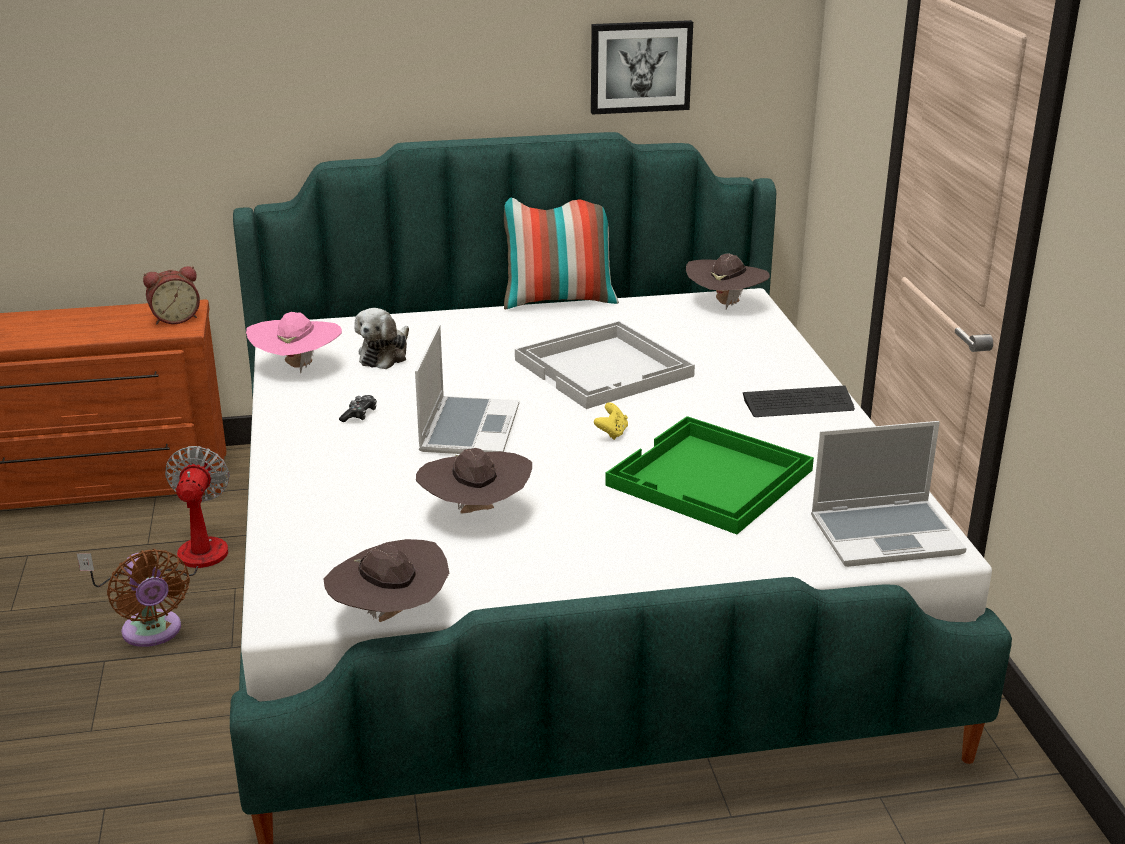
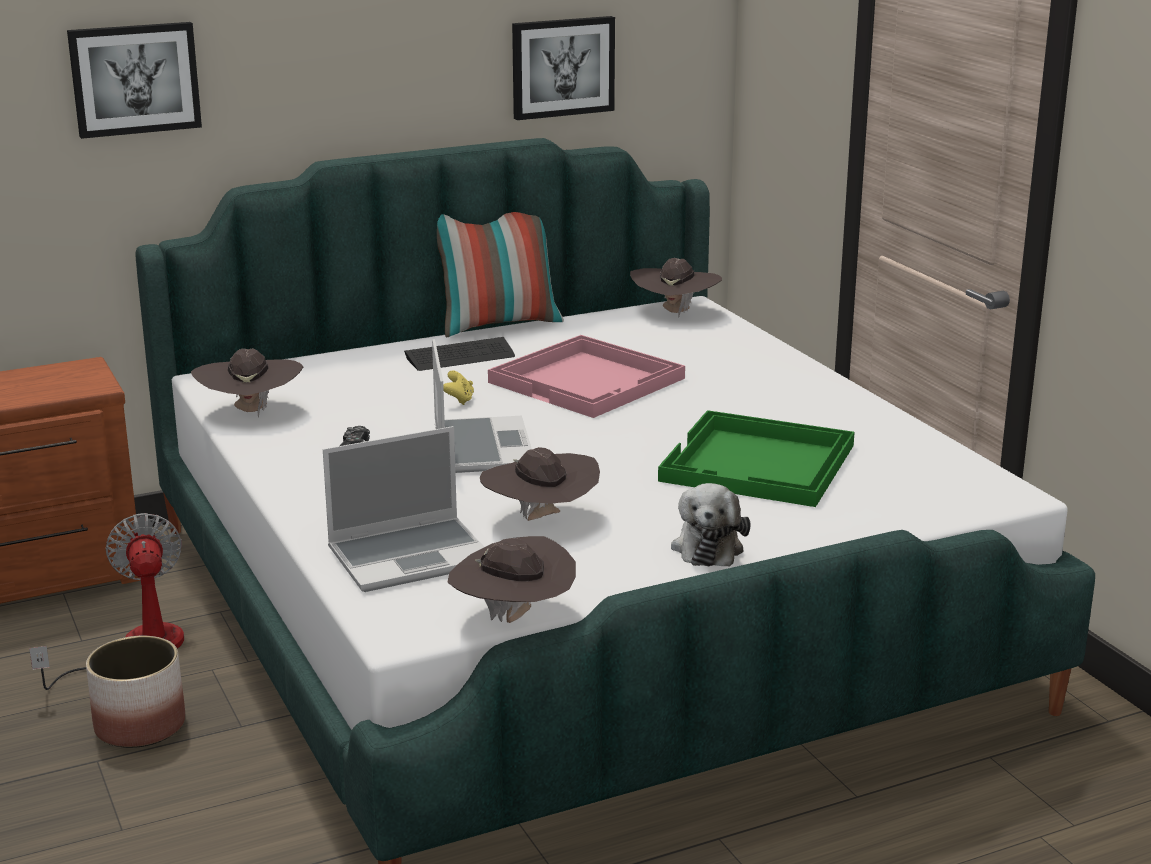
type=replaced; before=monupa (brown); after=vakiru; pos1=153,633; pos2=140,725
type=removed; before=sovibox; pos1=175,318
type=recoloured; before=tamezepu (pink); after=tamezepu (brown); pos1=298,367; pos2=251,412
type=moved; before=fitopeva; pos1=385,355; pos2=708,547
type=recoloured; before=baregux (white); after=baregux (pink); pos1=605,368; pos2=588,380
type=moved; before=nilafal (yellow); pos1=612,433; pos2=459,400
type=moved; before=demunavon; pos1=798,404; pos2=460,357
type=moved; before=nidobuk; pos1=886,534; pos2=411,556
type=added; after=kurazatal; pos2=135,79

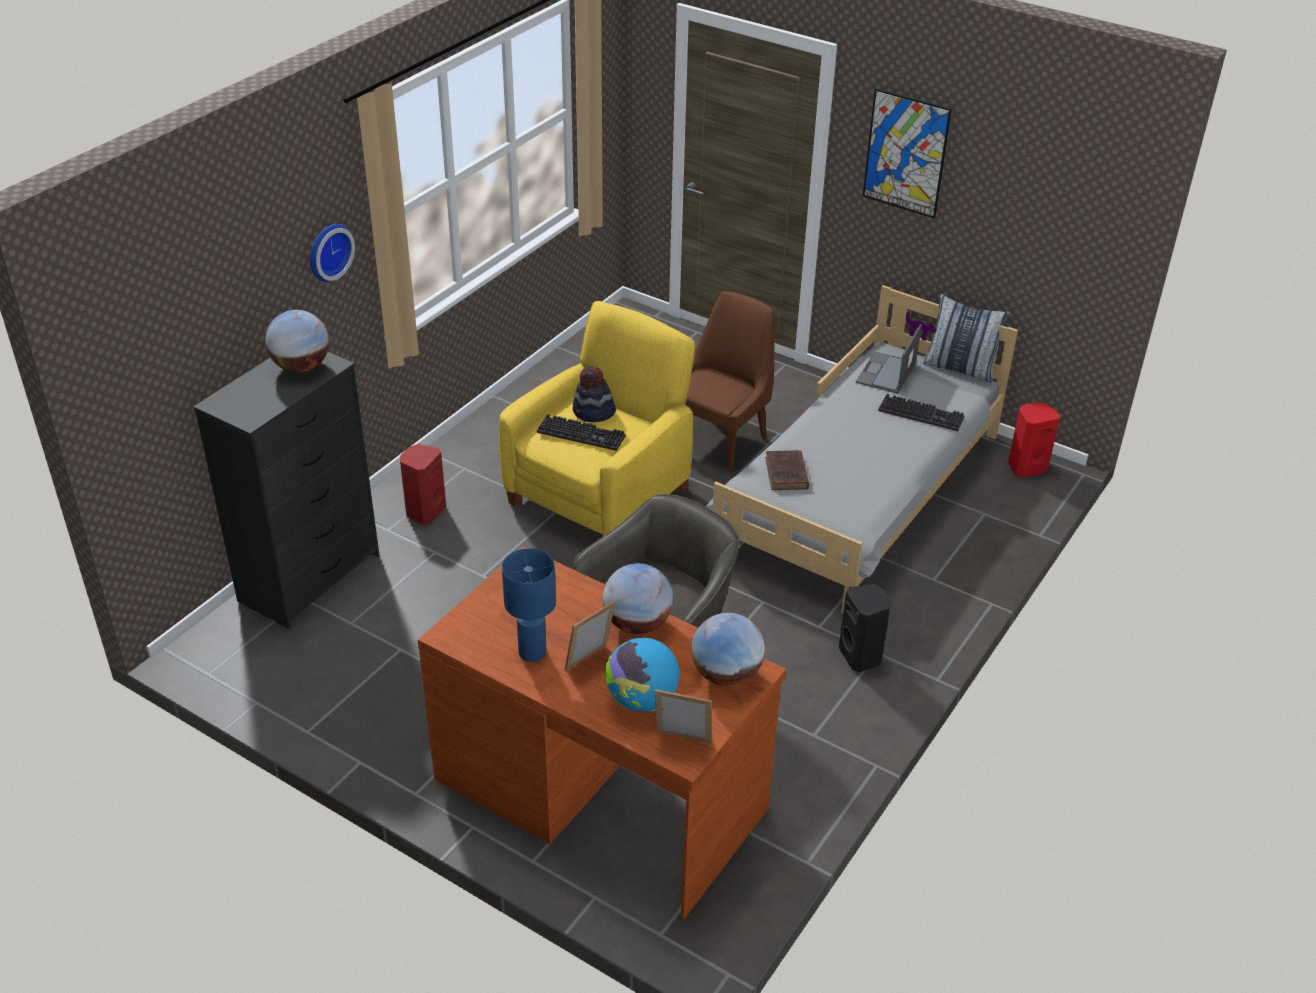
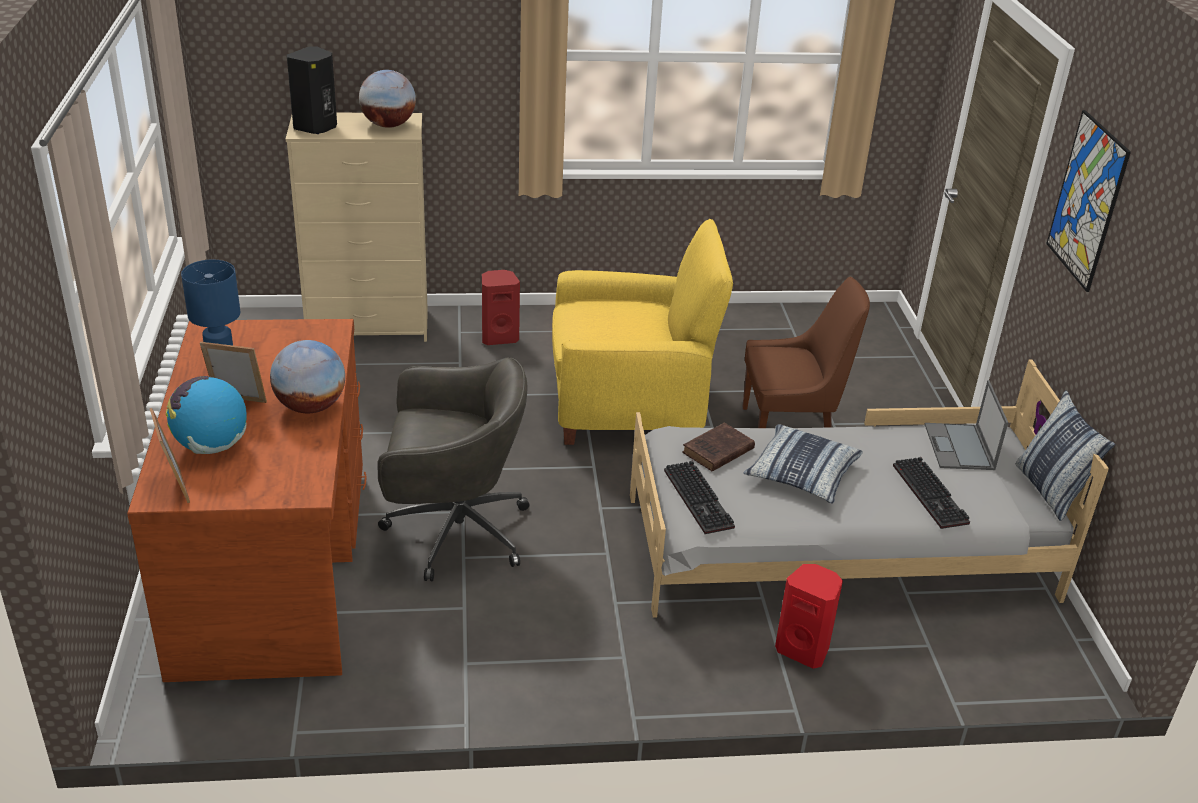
type=recoloured; before=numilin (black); after=numilin (beige); pos1=310,577; pos2=369,326
type=removed; before=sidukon; pos1=327,251
type=moved; before=demunavon; pos1=583,434; pos2=701,499
type=removed; before=tamezepu; pos1=593,412
type=removed; before=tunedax; pos1=726,674
type=moved; before=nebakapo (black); pos1=861,656; pos2=316,127
type=turned; before=nidobuk; pos1=886,373; pos2=959,447; turn=-75
type=moved; before=nebakapo (red); pos1=1026,467; pos2=803,649
type=added; after=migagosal; pos2=801,474

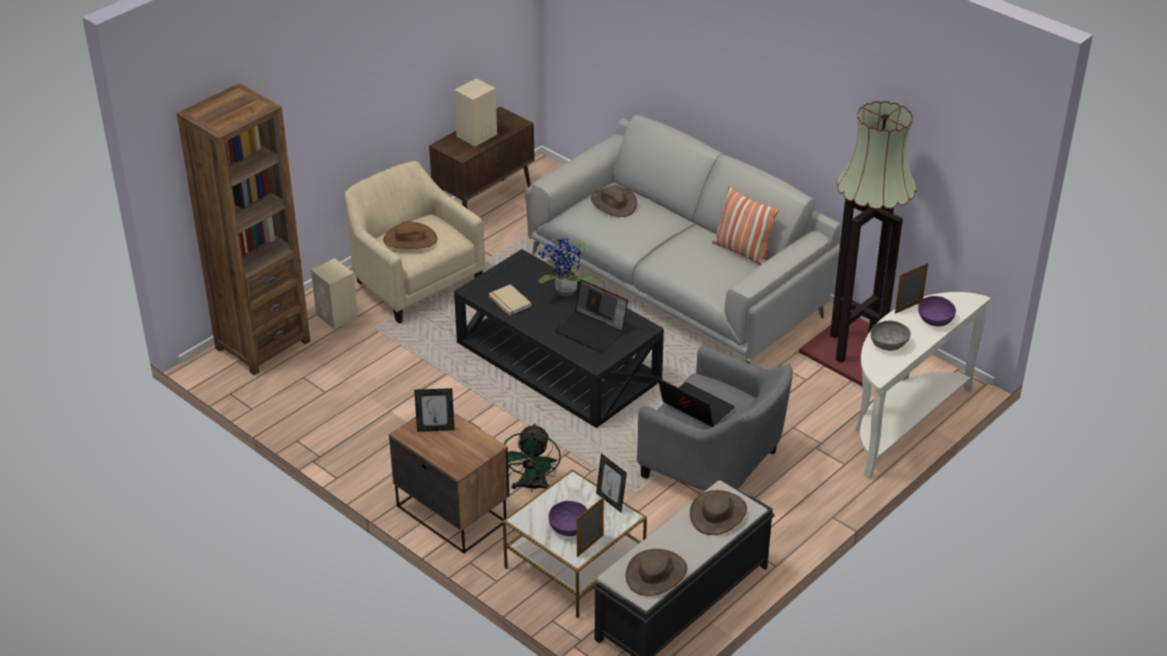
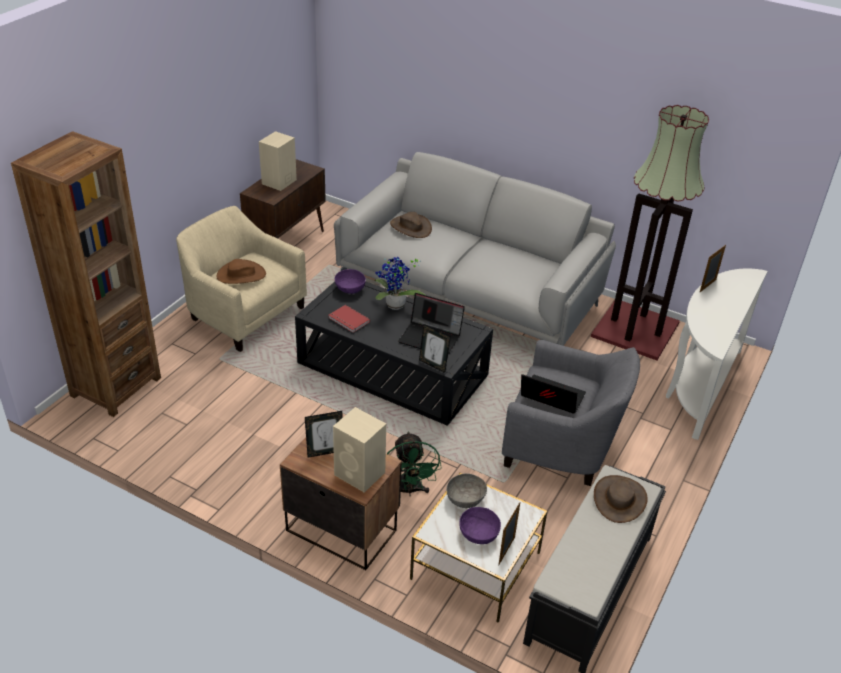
type=moved; before=nebakapo (beige); pos1=337,317; pos2=360,474
type=recoloured; before=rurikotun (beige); after=rurikotun (red); pos1=509,302; pos2=348,320
type=moved; before=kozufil; pos1=610,501; pos2=433,365
type=removed; before=tamezepu (brown); pos1=656,574
type=removed; before=migagosal; pos1=742,251
type=moved; before=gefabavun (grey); pos1=888,344; pos2=465,498
type=moved; before=gefabavun (purple); pos1=935,320; pos2=350,288

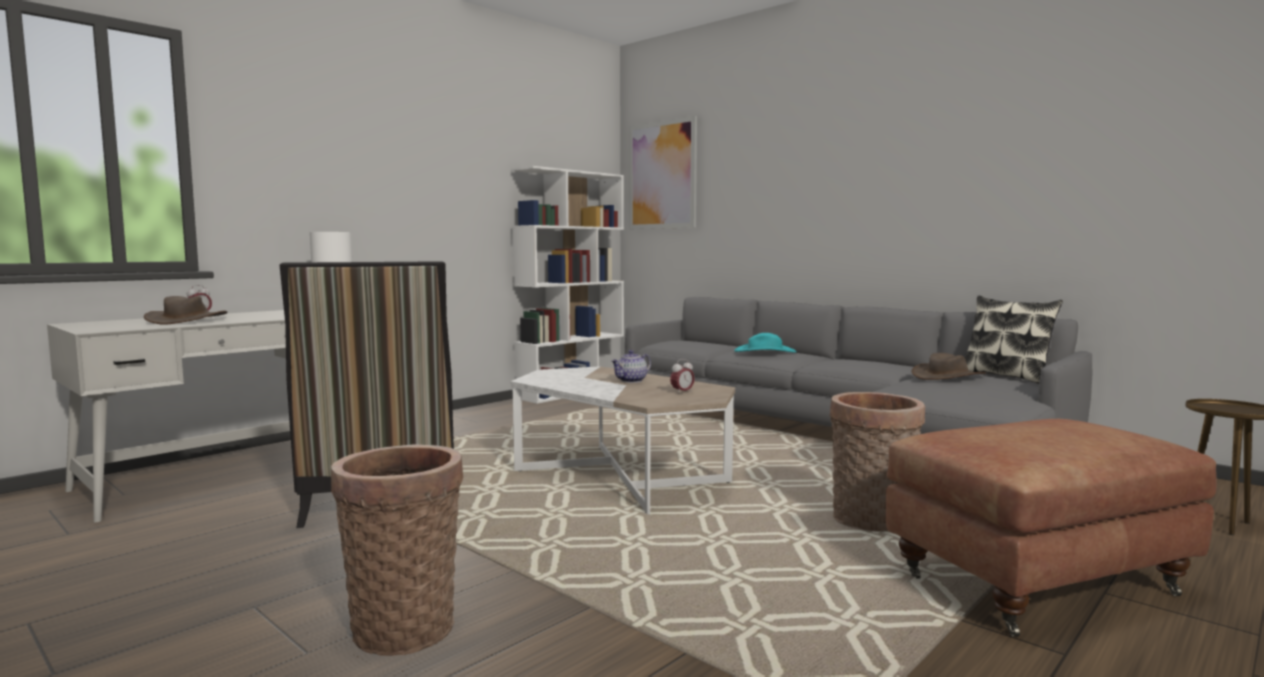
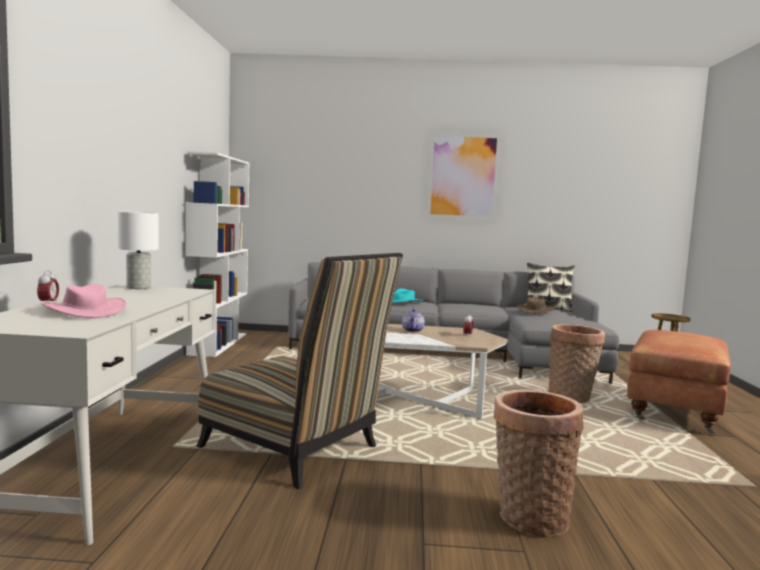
type=recoloured; before=tamezepu (brown); after=tamezepu (pink); pos1=187,320; pos2=84,311
type=moved; before=kurazatal; pos1=662,175; pos2=463,176

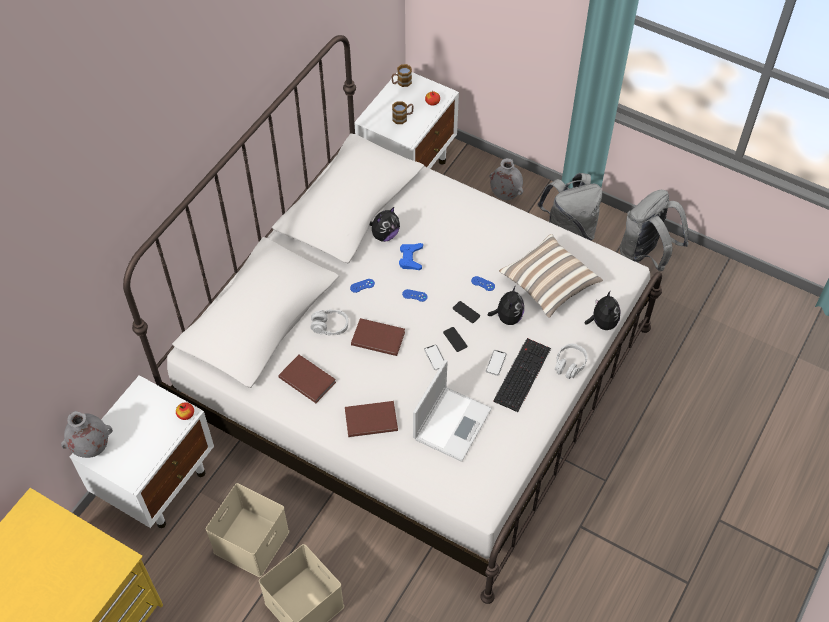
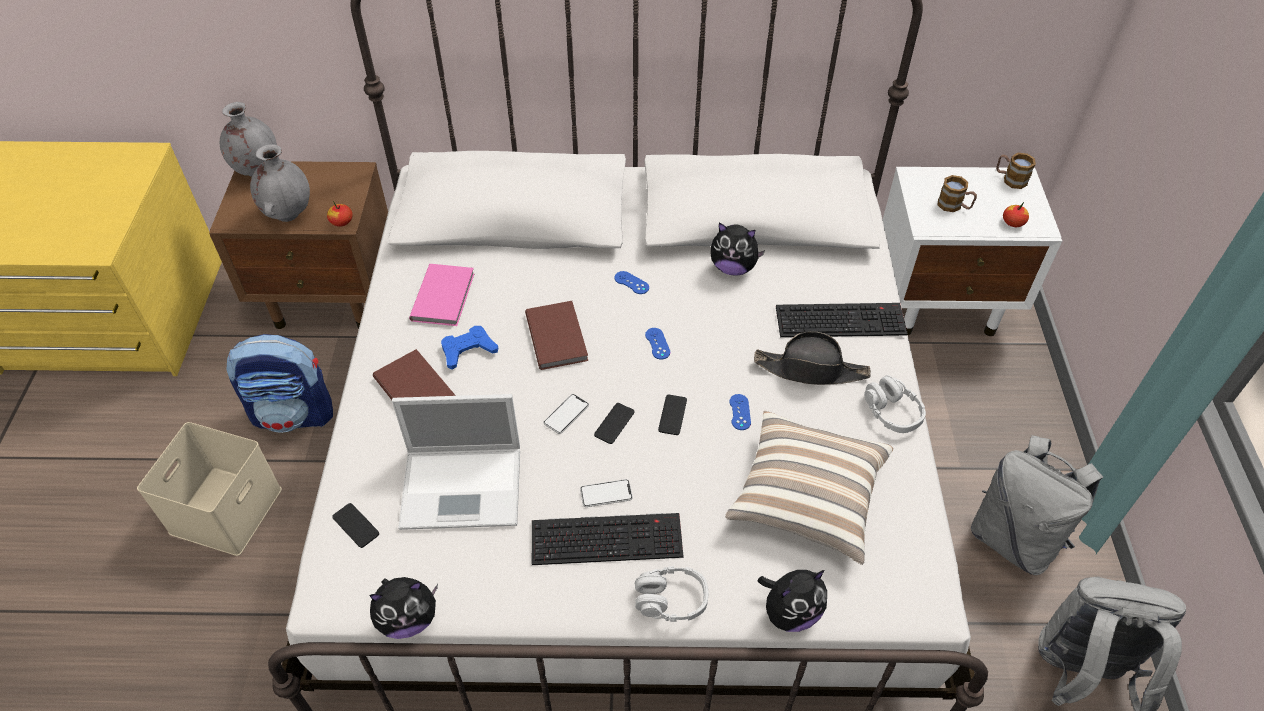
type=recoloured; before=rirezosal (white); after=rirezosal (brown); pos1=158,483; pos2=331,296
type=replaced; before=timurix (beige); after=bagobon; pos1=251,540; pos2=294,413
type=recoloured; before=rurikotun (brown); after=rurikotun (pink); pos1=307,379; pos2=445,296
type=moved; before=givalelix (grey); pos1=330,326; pos2=892,412
type=moved; before=nilafal (blue); pos1=411,258; pos2=468,350
type=moved; before=fitopeva; pos1=507,317; pos2=408,619
type=moved; before=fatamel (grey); pos1=505,195; pos2=289,214
type=added; after=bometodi; pos2=356,525
type=added; after=tamezepu (black); pos2=811,370
type=added; after=demunavon; pos2=841,319

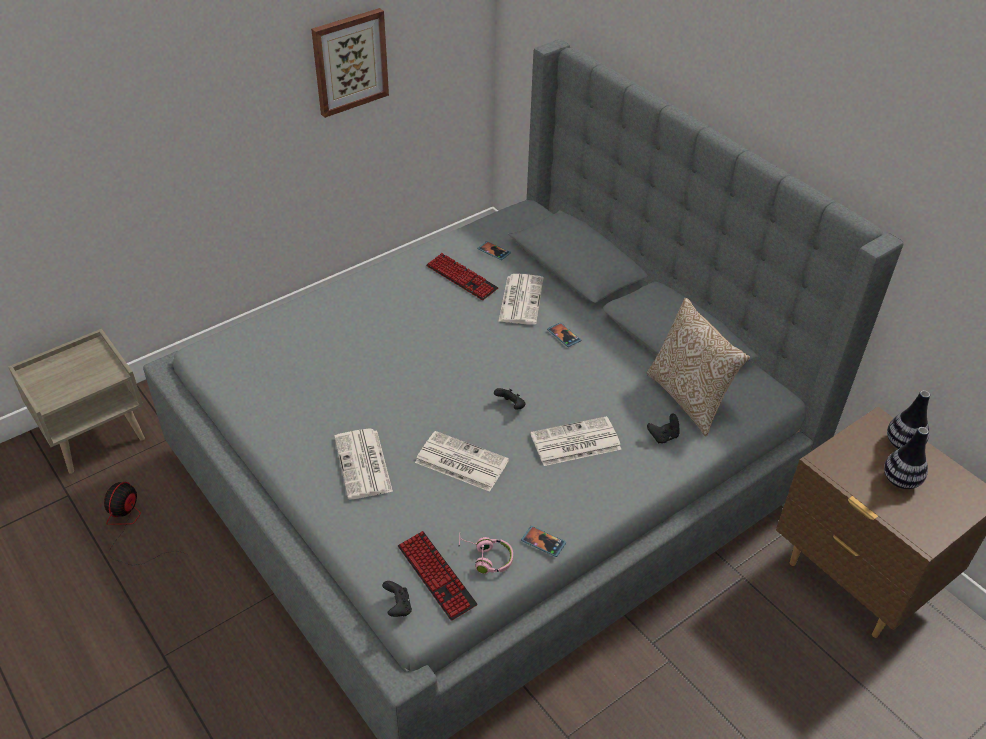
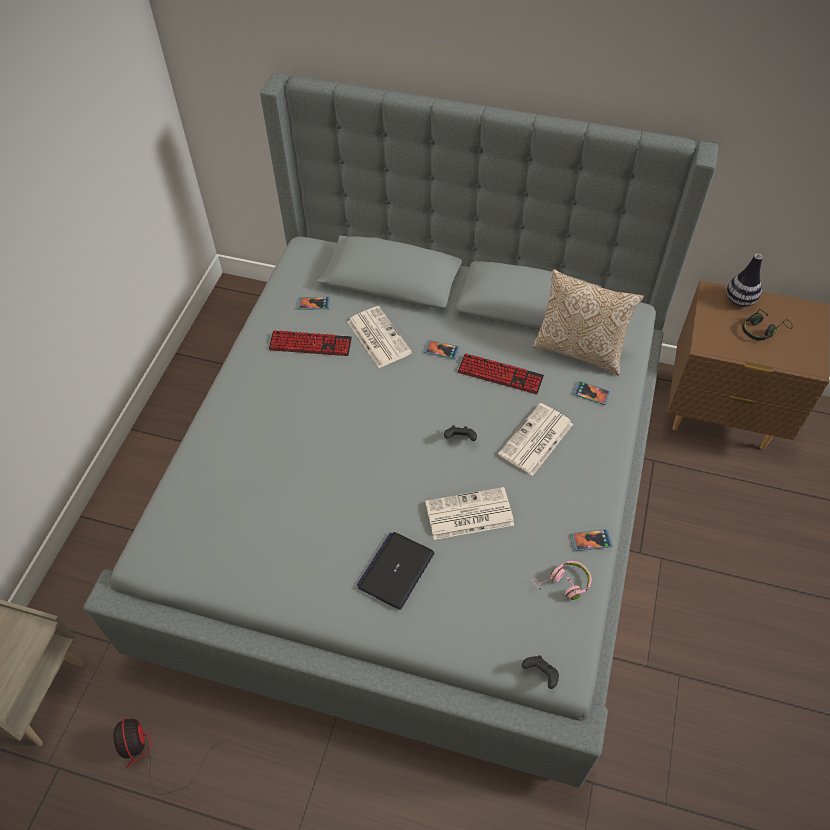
type=removed; before=kurazatal; pos1=349,62
type=replaced; before=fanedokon; after=nidobuk; pos1=364,465; pos2=396,570
type=moved; before=demunavon; pos1=436,576; pos2=500,375
type=replaced; before=nilafal (black); after=bometodi; pos1=663,436; pos2=591,394
type=replaced; before=fatamel; after=givalelix (black); pos1=900,480; pos2=762,330

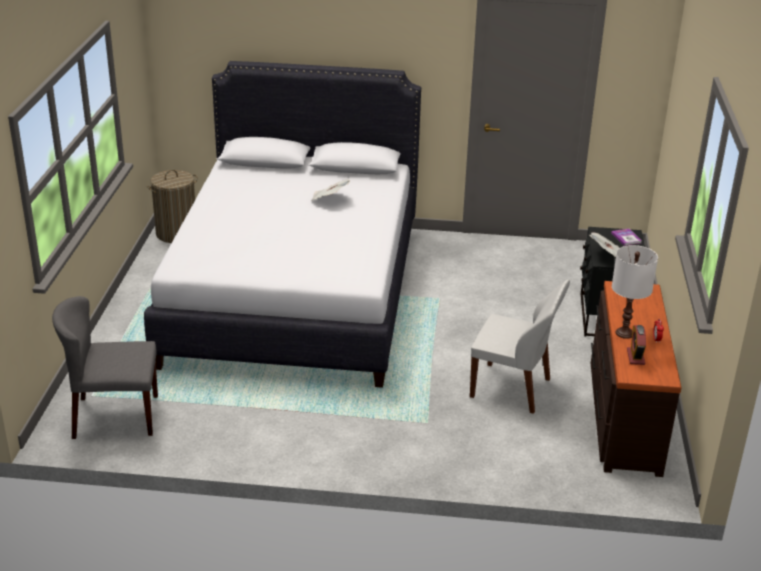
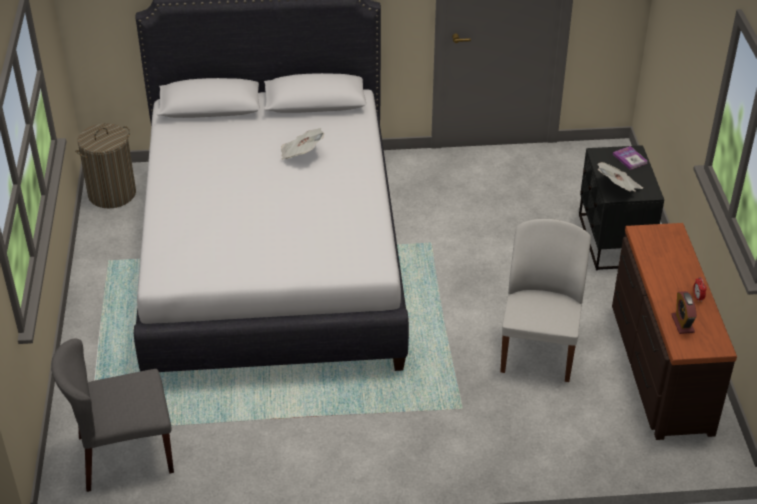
type=turned; before=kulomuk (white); pos1=513,389; pos2=539,350; turn=-90
type=removed; before=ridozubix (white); pos1=624,333

